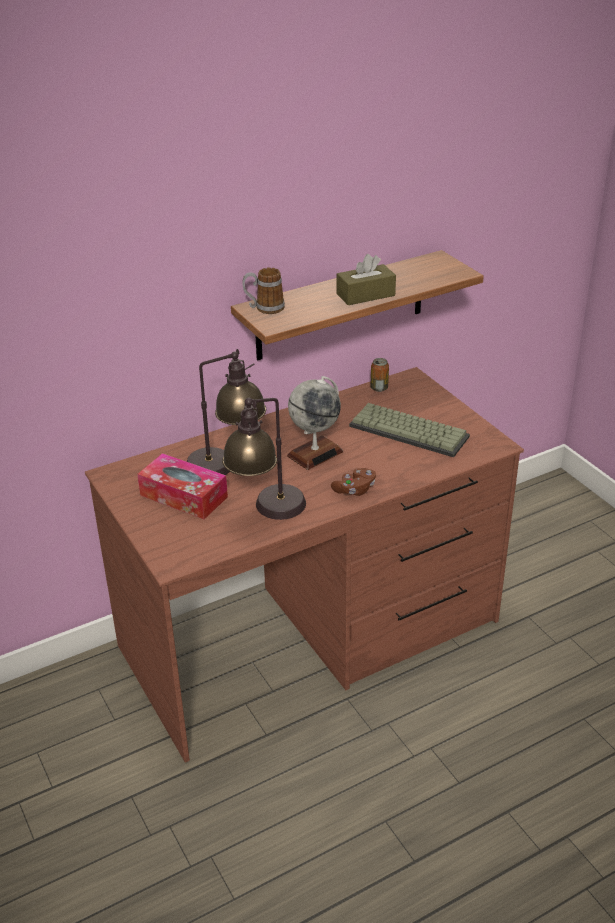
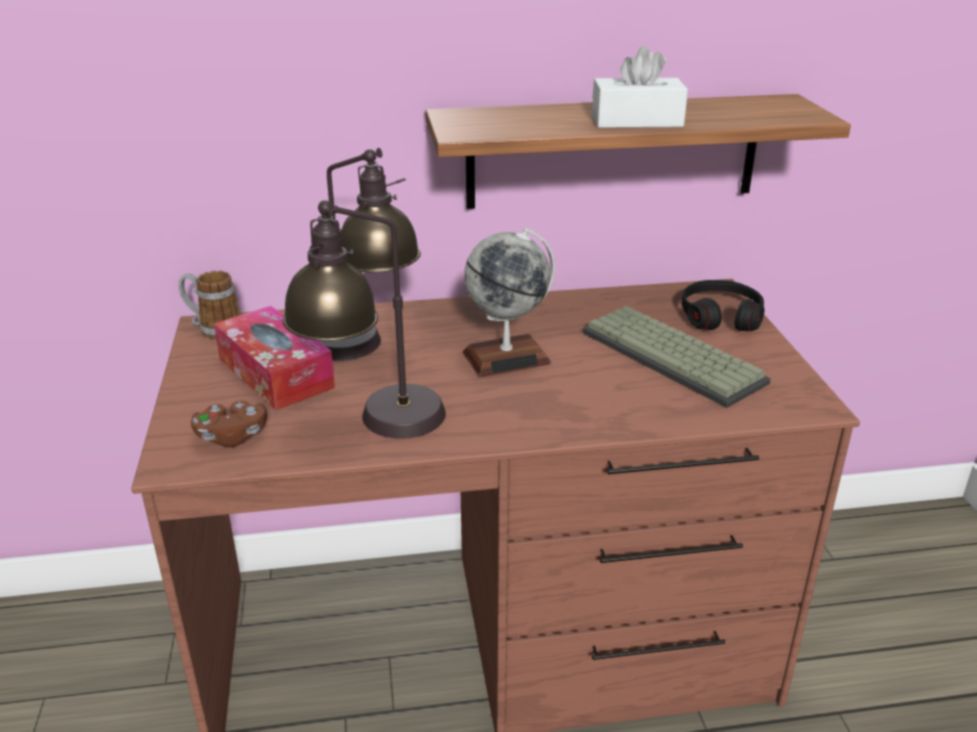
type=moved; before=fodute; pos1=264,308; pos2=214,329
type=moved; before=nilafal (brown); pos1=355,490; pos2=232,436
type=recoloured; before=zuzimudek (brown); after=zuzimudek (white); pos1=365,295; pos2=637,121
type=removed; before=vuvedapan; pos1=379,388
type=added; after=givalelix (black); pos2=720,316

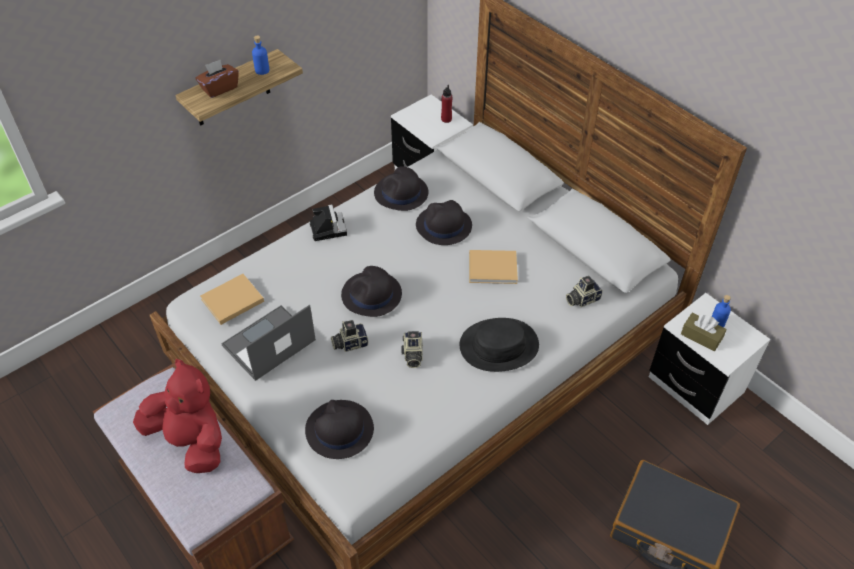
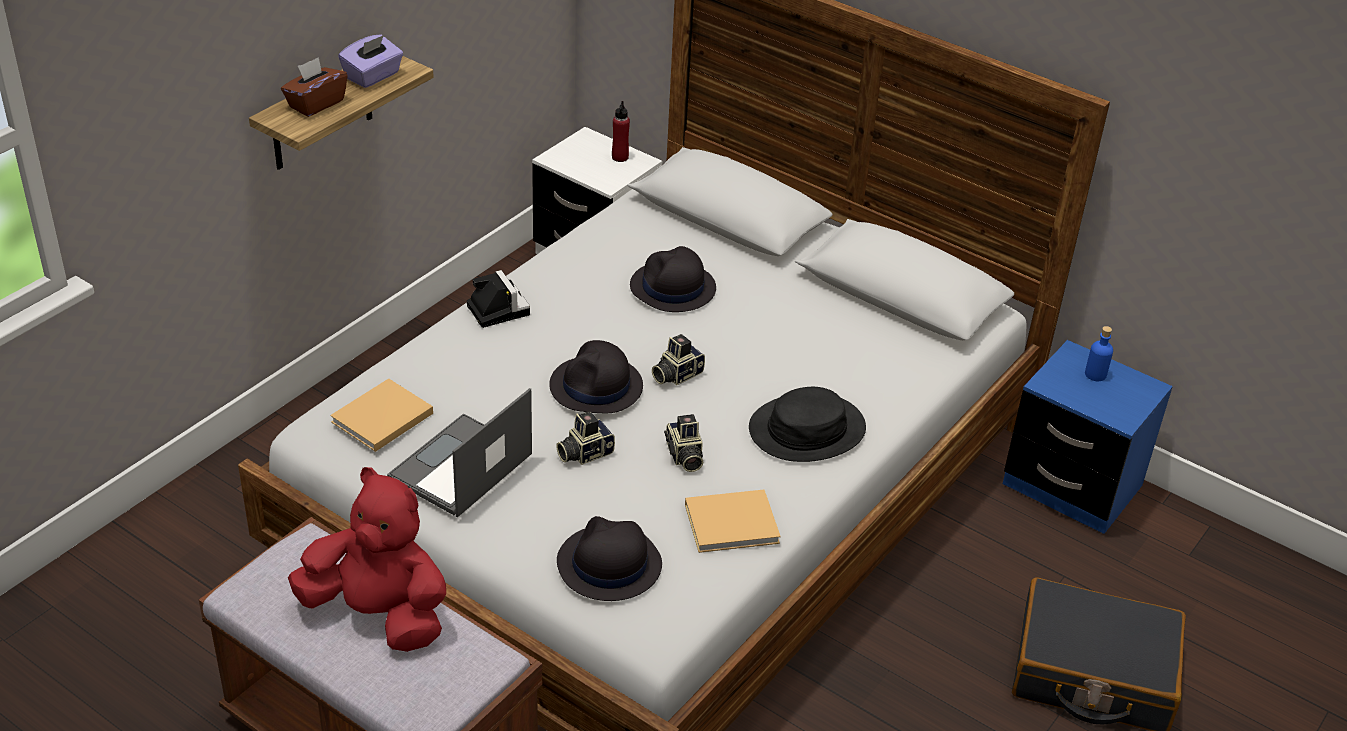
type=replaced; before=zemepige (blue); after=zuzimudek (purple); pos1=262,70; pos2=373,76
type=removed; before=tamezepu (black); pos1=401,193
type=moved; before=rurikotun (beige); pos1=494,268; pos2=734,523
type=moved; before=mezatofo; pos1=581,299; pos2=676,374
type=recoloured; before=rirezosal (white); after=rirezosal (blue); pos1=695,385; pos2=1071,485
type=removed; before=zuzimudek (brown); pos1=701,336

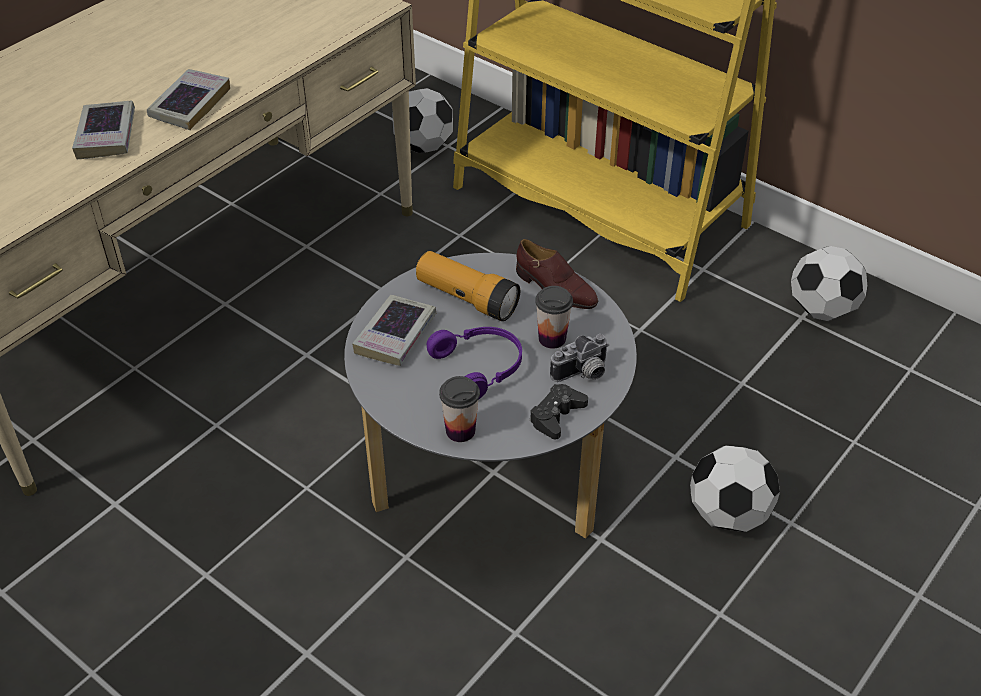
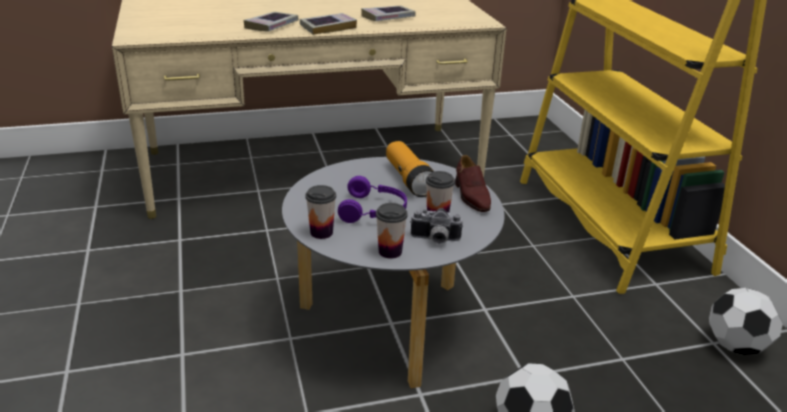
type=moved; before=rurikotun; pos1=395,335; pos2=388,18
type=removed; before=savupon; pos1=424,146
type=replaced; before=nilafal (black); after=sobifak; pos1=556,416; pos2=390,251

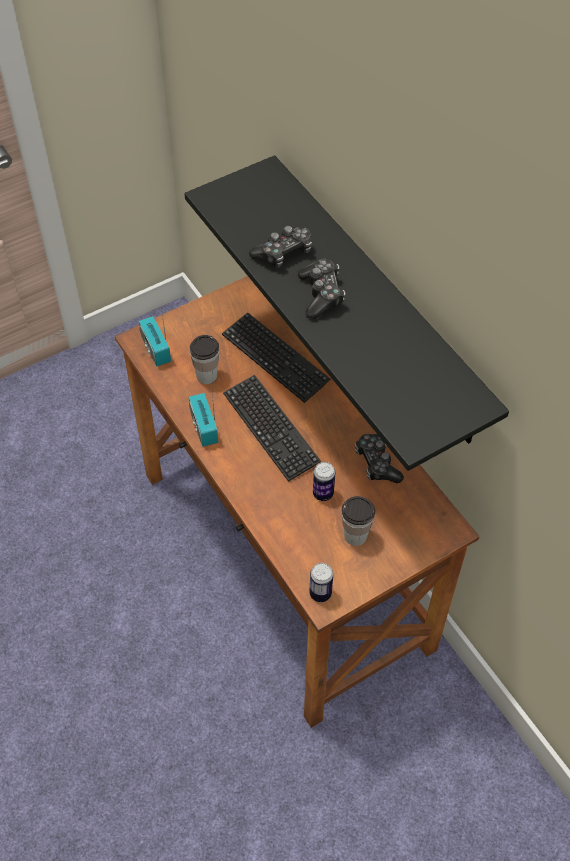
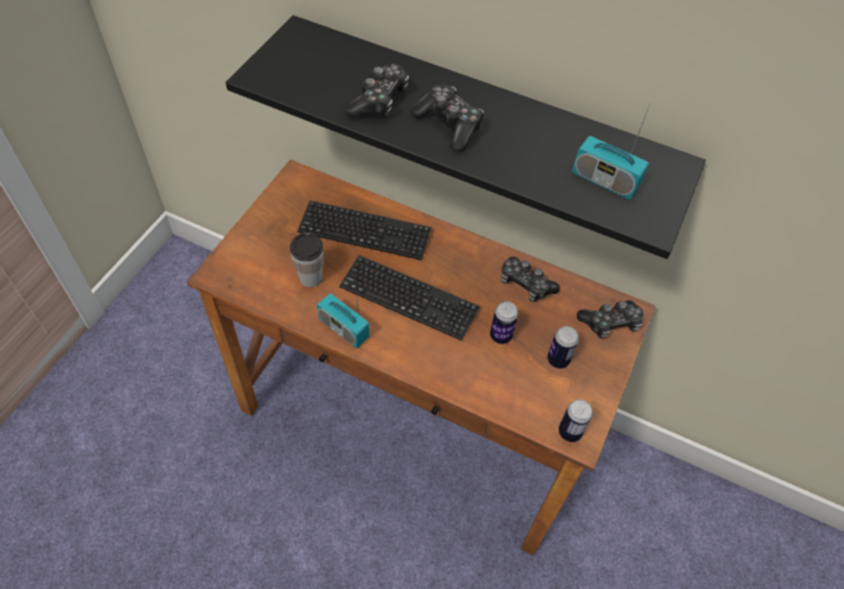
type=moved; before=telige; pos1=155,349; pos2=604,180
type=replaced; before=sobifak; after=vuvedapan; pos1=355,535; pos2=558,360
type=added; after=nilafal; pos2=610,323

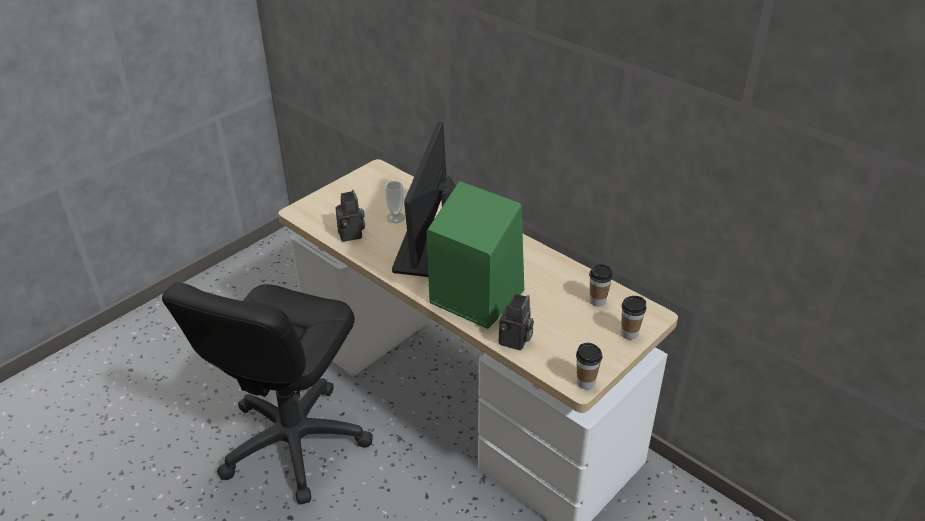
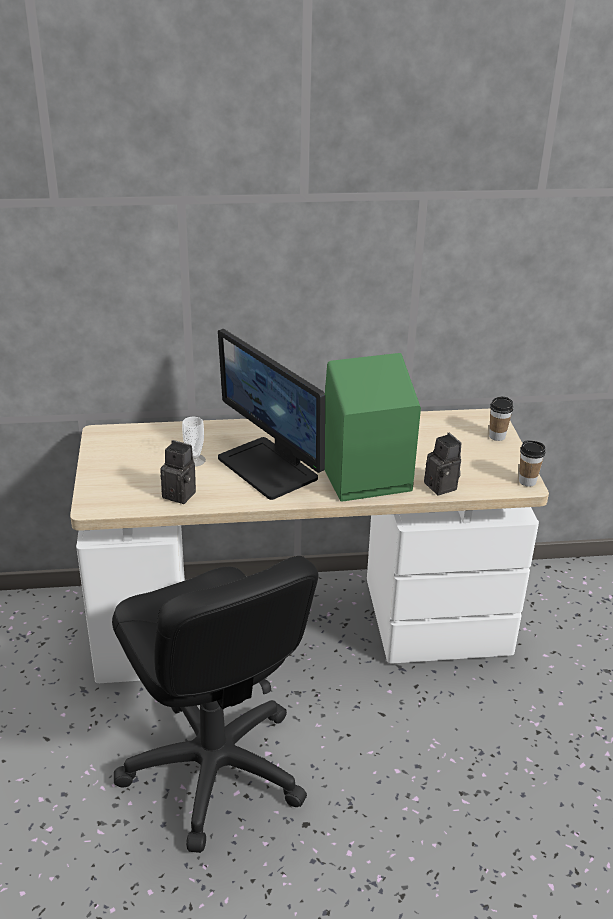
type=removed; before=sobifak; pos1=597,301

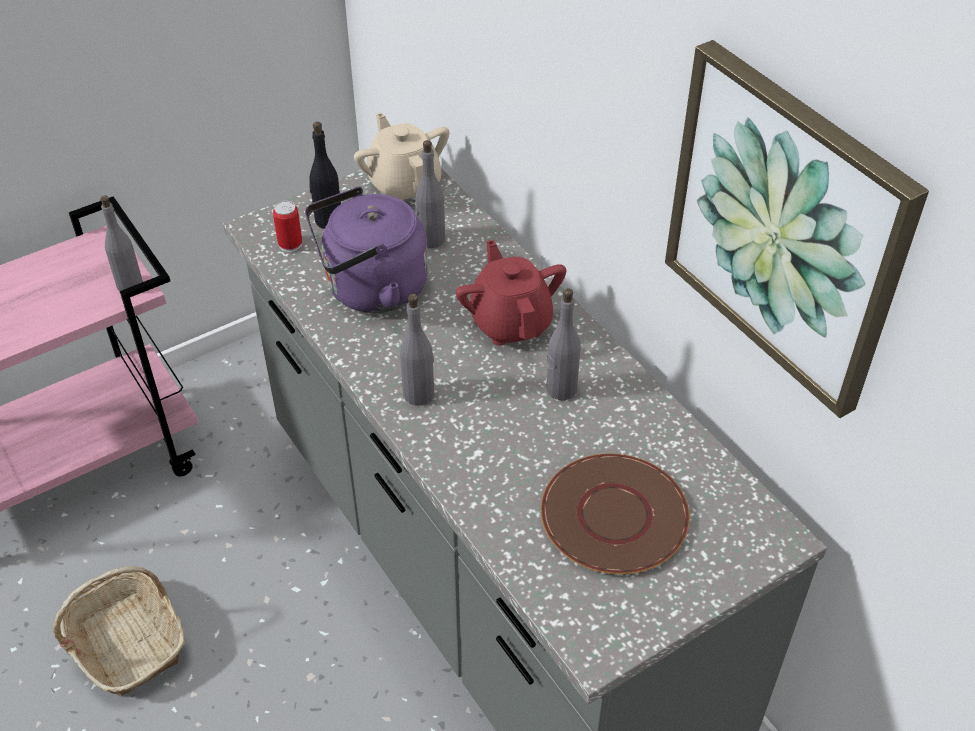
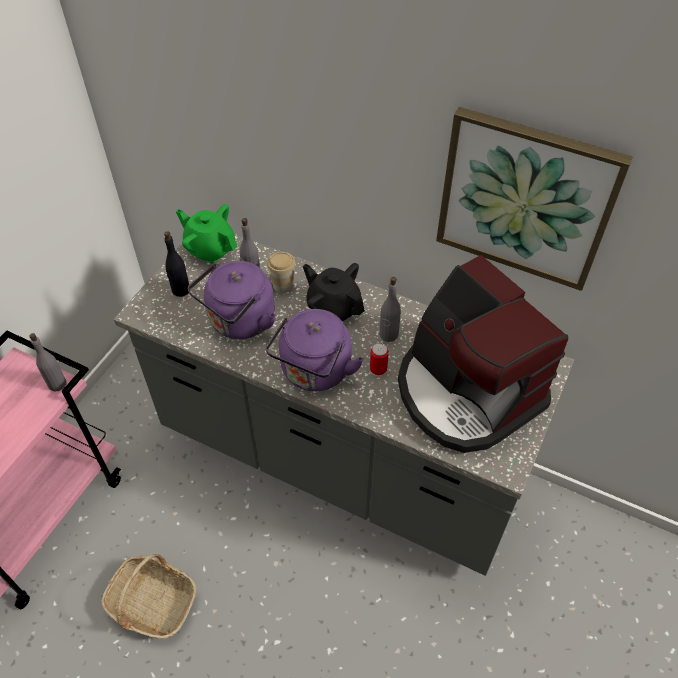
type=moved; before=vuvedapan; pos1=290,244; pos2=378,369
type=recoloured; before=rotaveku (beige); after=rotaveku (green); pos1=404,185; pos2=210,249
type=replaced; before=zemepige (grey); after=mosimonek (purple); pos1=419,394; pos2=314,373
type=recoloured; before=rotaveku (red); after=rotaveku (black); pos1=511,322; pos2=333,308
type=replaced; before=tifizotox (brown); after=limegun; pos1=615,516; pos2=466,392
type=added; after=sobifak; pos2=283,285

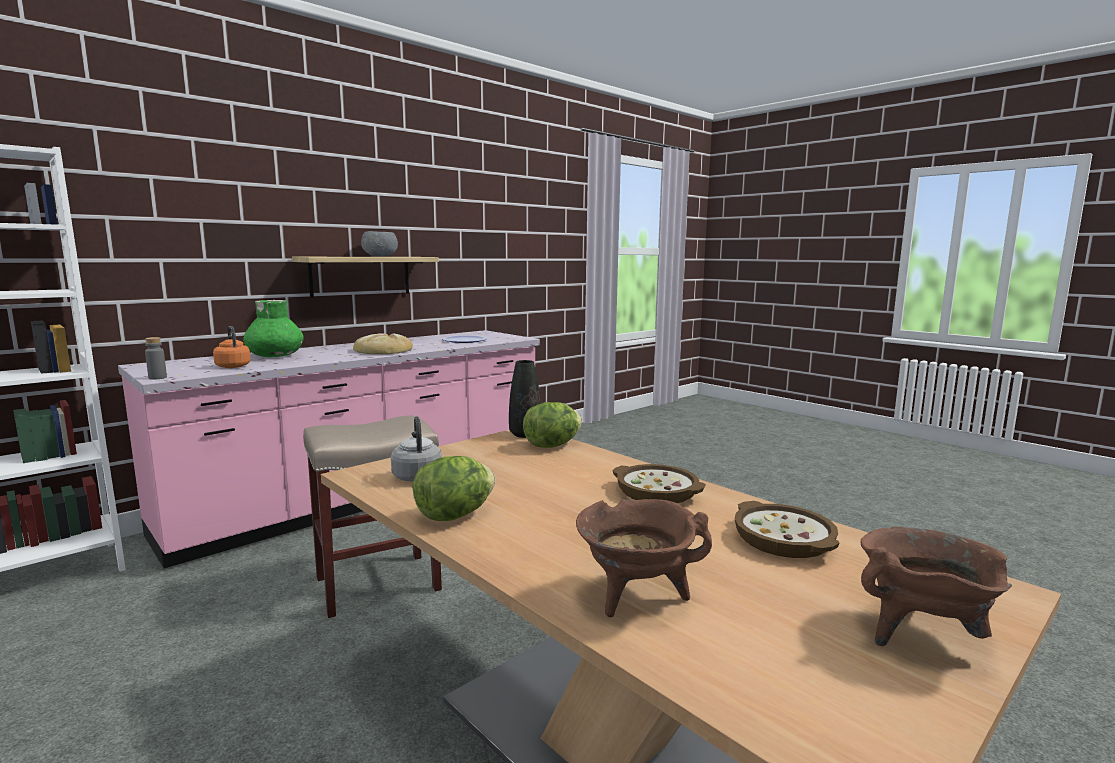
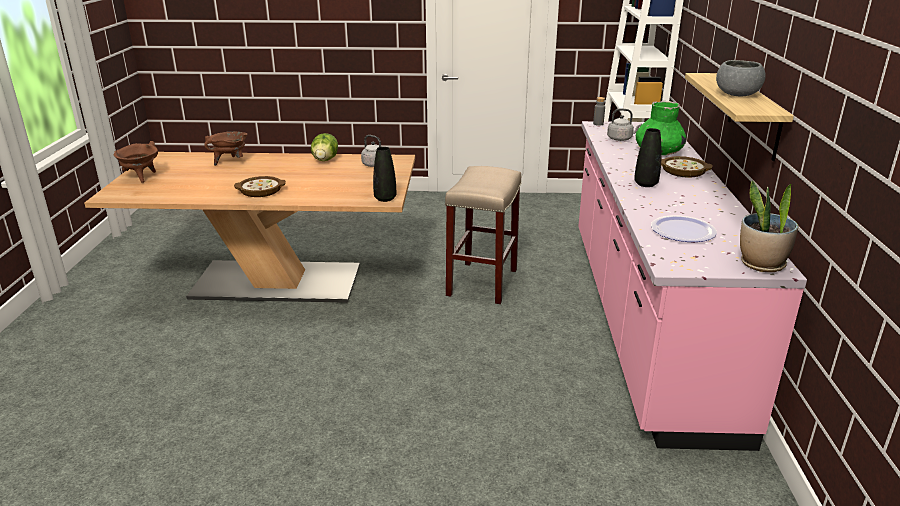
type=recoloured; before=mosimonek (orange); after=mosimonek (grey); pos1=232,366; pos2=621,139
type=replaced; before=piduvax; after=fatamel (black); pos1=383,350; pos2=645,184
type=removed; before=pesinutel; pos1=552,445
type=moved; before=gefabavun; pos1=784,540; pos2=683,171
type=added; after=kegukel; pos2=761,264

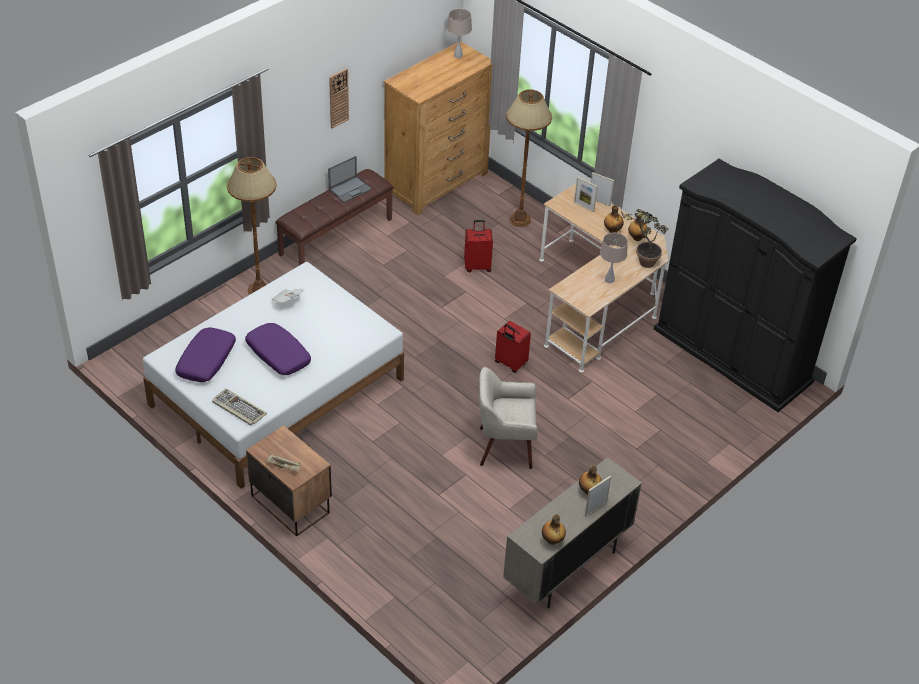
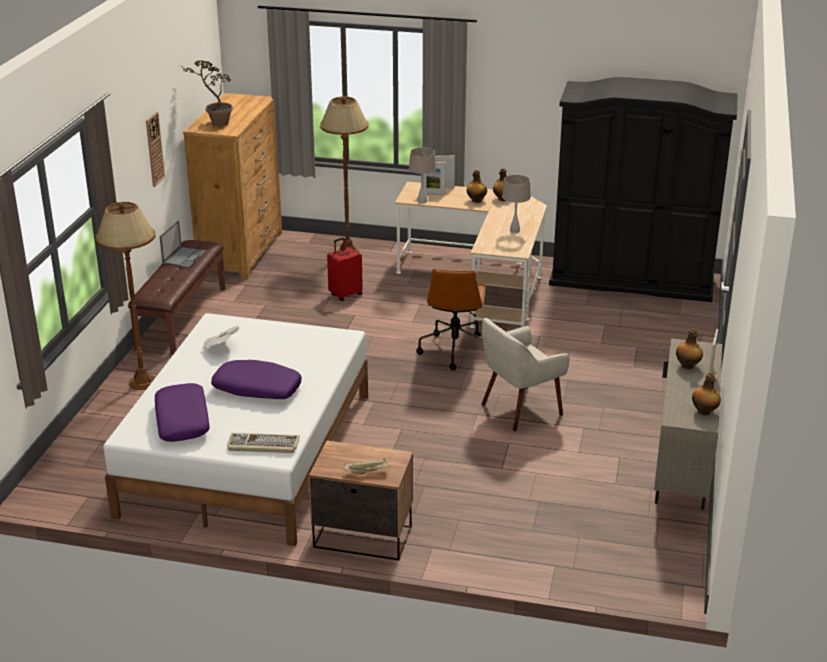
type=moved; before=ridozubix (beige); pos1=458,56; pos2=422,201
type=replaced; before=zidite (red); after=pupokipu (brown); pos1=510,363; pos2=454,350
type=moved; before=kegukel; pos1=641,262; pos2=214,124

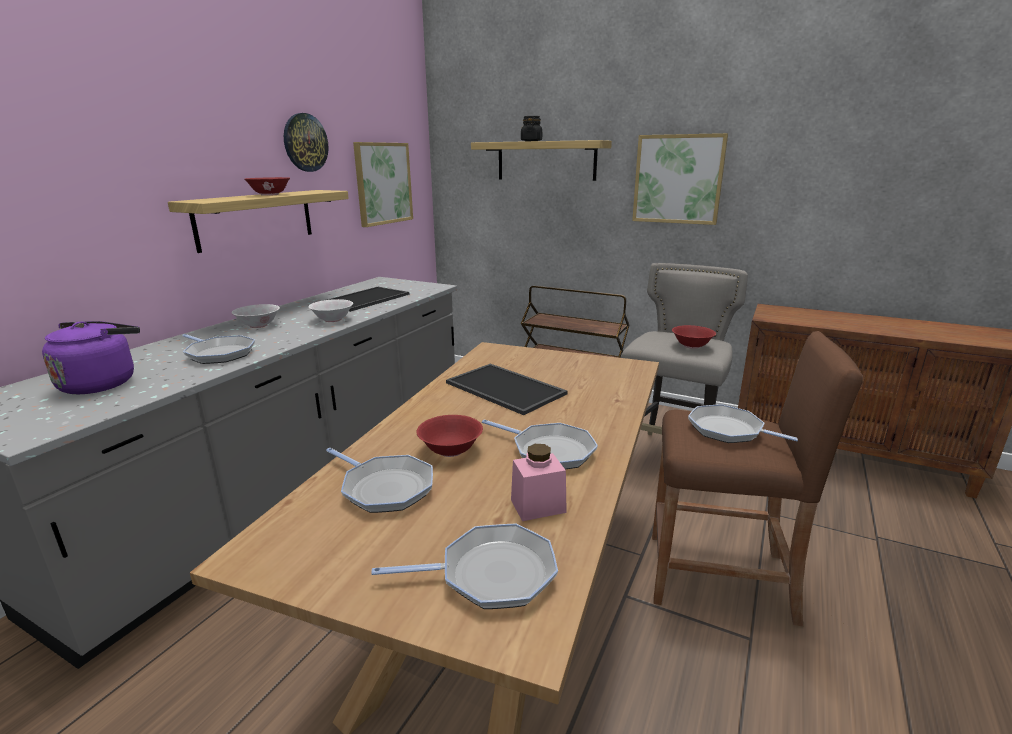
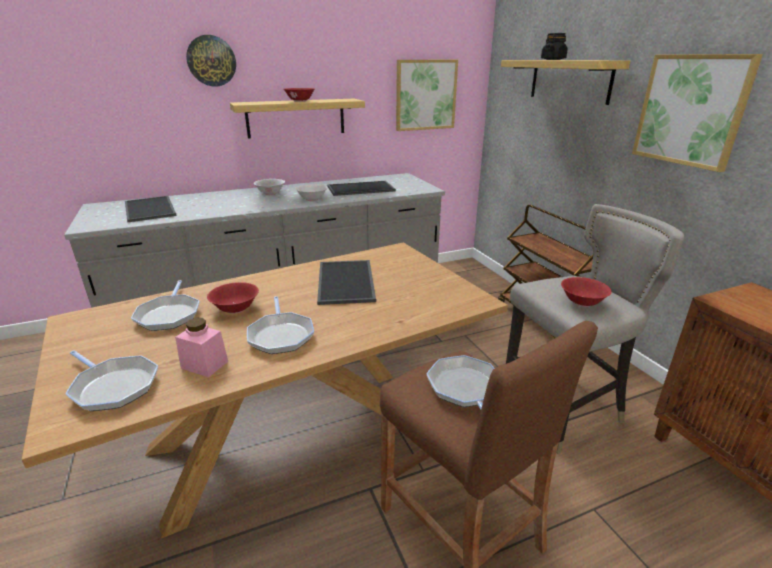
type=replaced; before=mosimonek (purple); after=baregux; pos1=102,383; pos2=151,209
type=removed; before=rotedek; pos1=219,353
type=moved; before=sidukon; pos1=305,142; pos2=211,61

